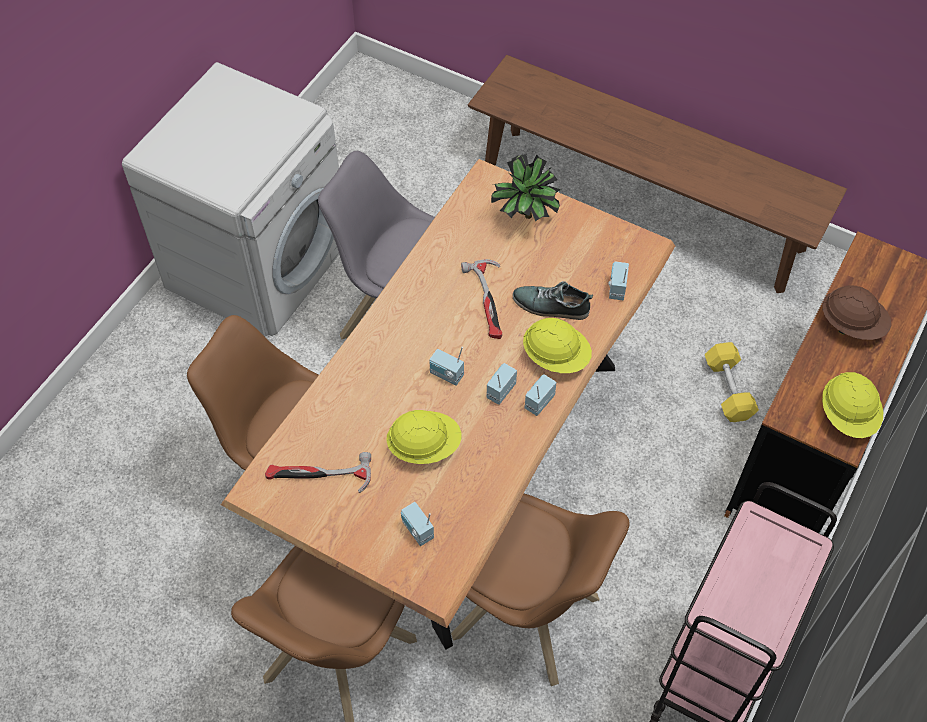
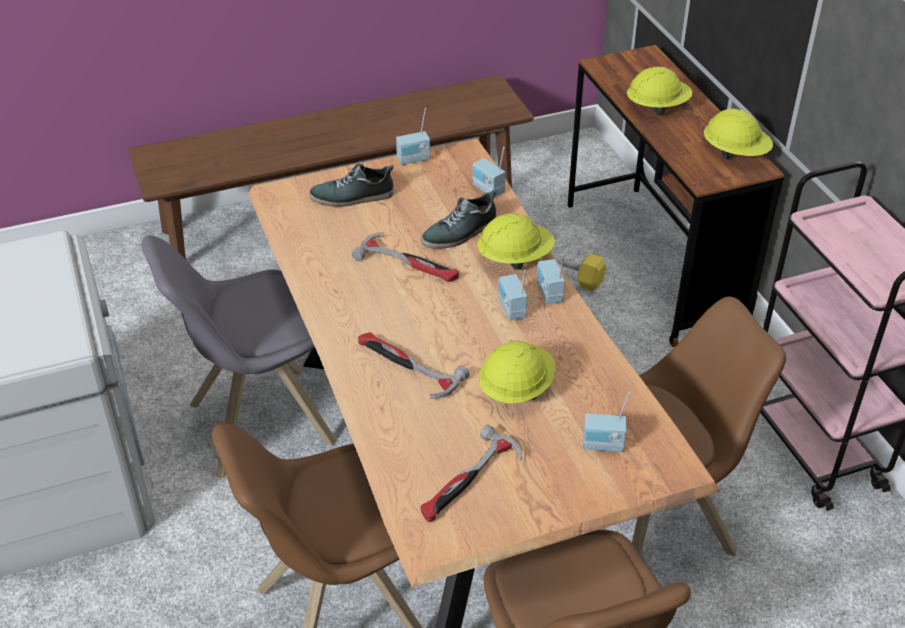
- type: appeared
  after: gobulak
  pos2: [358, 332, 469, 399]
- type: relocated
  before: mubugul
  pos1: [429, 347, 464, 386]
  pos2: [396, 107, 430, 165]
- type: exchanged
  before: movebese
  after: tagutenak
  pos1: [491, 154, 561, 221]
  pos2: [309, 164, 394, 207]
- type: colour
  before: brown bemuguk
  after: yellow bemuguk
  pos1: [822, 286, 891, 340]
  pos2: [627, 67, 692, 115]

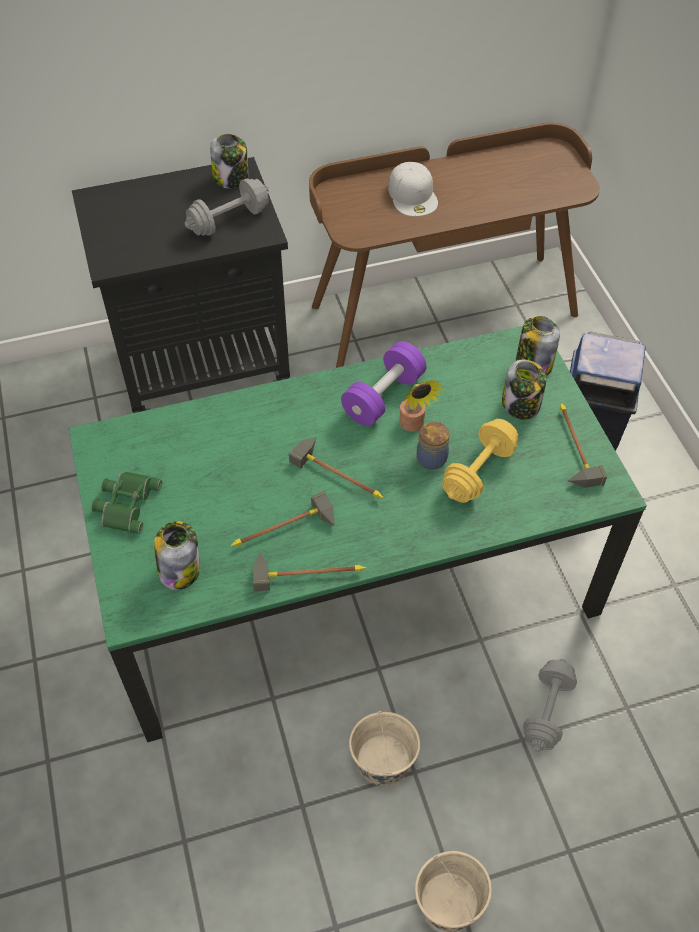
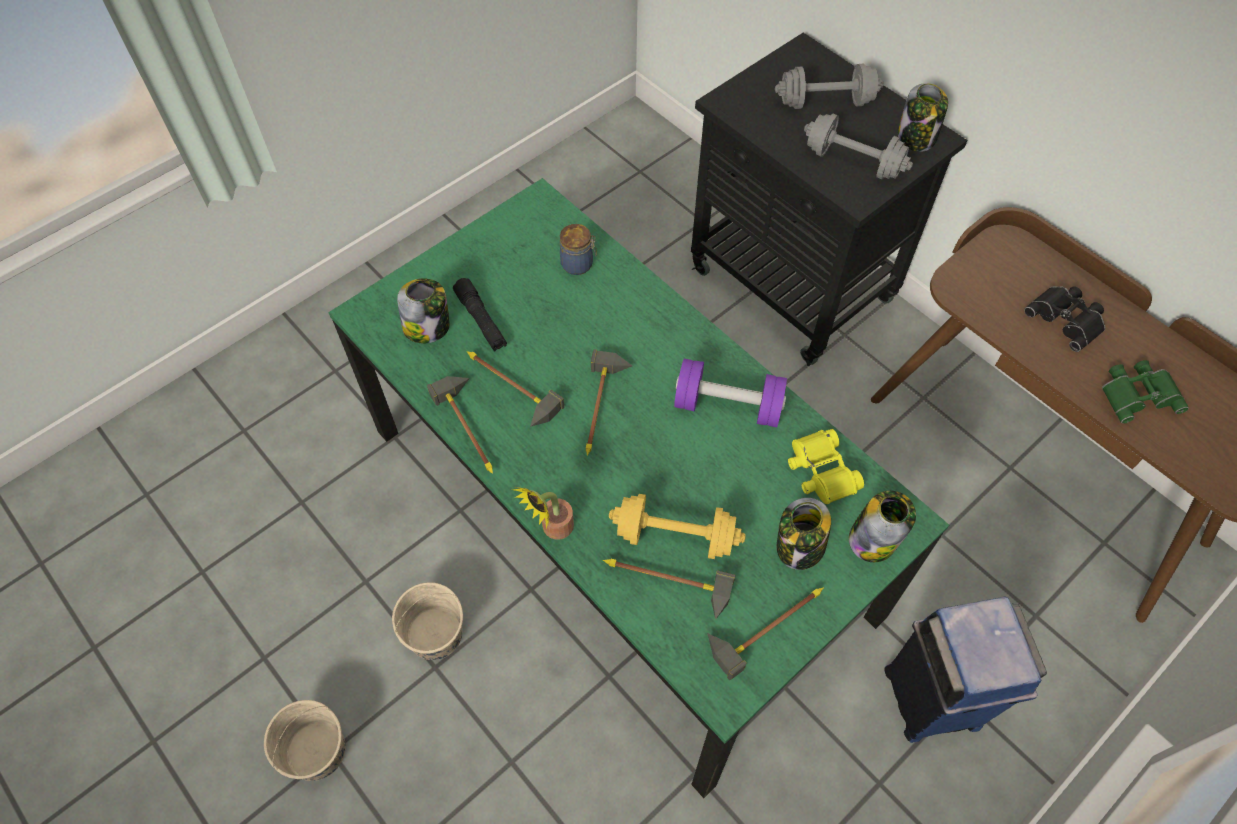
- type: appeared
  after: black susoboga
  pos2: [453, 278, 507, 351]
- type: appeared
  after: gobulak
  pos2: [603, 559, 736, 620]
- type: appeared
  after: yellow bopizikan
  pos2: [788, 429, 864, 504]
- type: relocated
  before: green bopizikan
  pos1: [92, 471, 162, 534]
  pos2: [1102, 360, 1189, 424]
- type: relocated
  before: movebese
  pos1: [399, 380, 445, 432]
  pos2: [513, 486, 574, 540]
- type: relocated
  before: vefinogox
  pos1: [417, 421, 449, 469]
  pos2: [560, 224, 597, 275]
- type: relocated
  before: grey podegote
  pos1: [523, 659, 577, 752]
  pos2: [775, 63, 884, 109]
- type: exchanged
  before: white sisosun
  after: black bopizikan
  pos1: [388, 162, 438, 217]
  pos2: [1024, 286, 1105, 352]

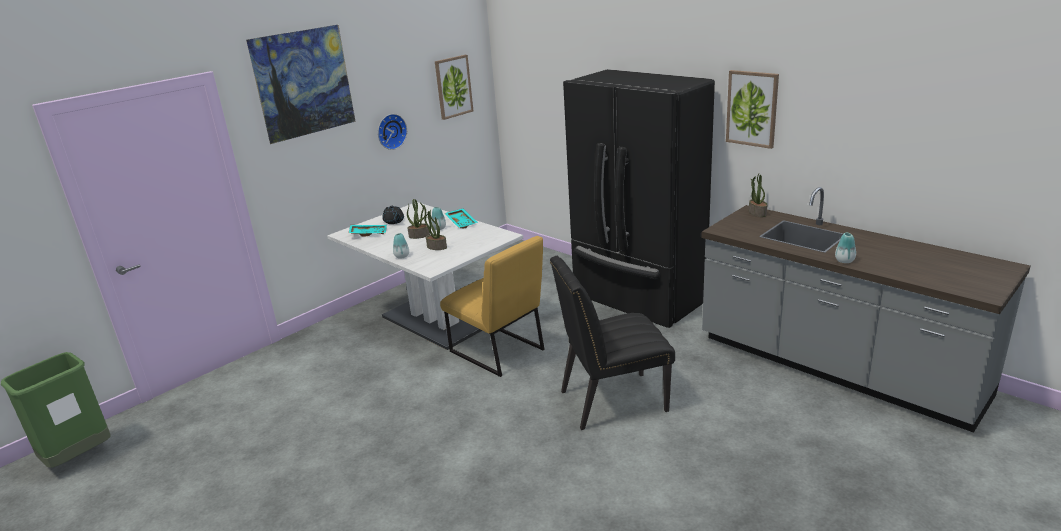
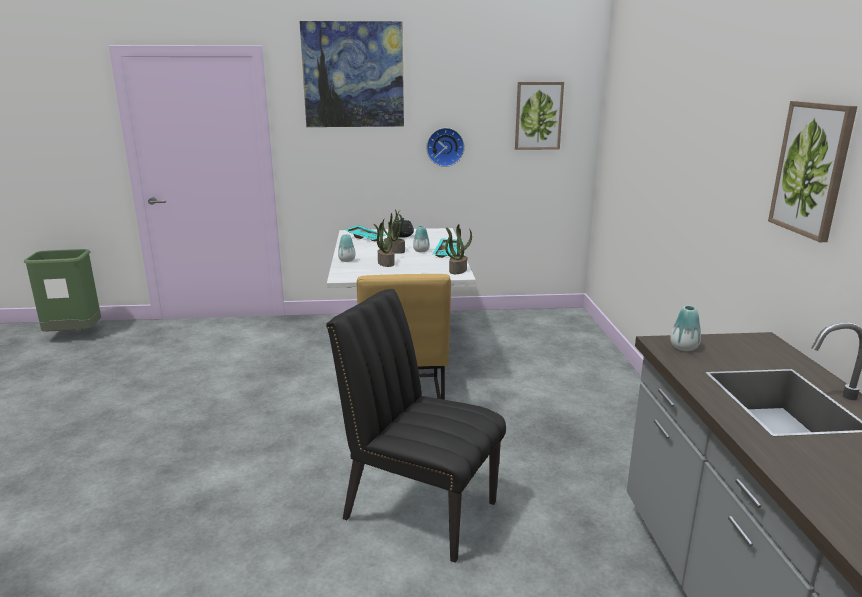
- type: missing
  before: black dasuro
  pos1: [563, 69, 715, 328]
- type: relocated
  before: movebese
  pos1: [749, 174, 767, 217]
  pos2: [445, 224, 472, 274]
- type: relocated
  before: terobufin
  pos1: [835, 233, 856, 263]
  pos2: [670, 305, 701, 351]

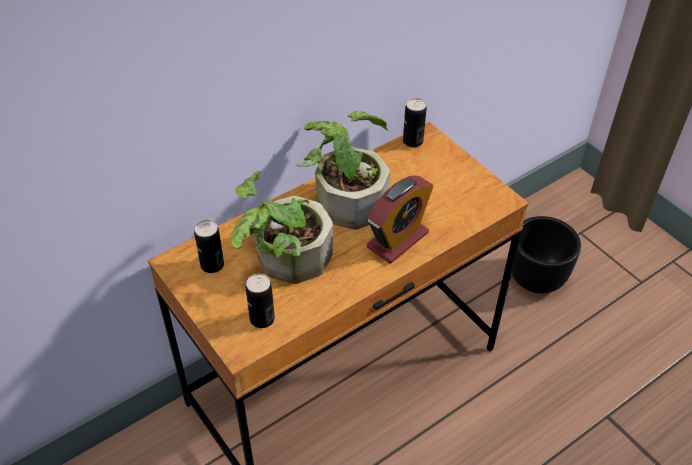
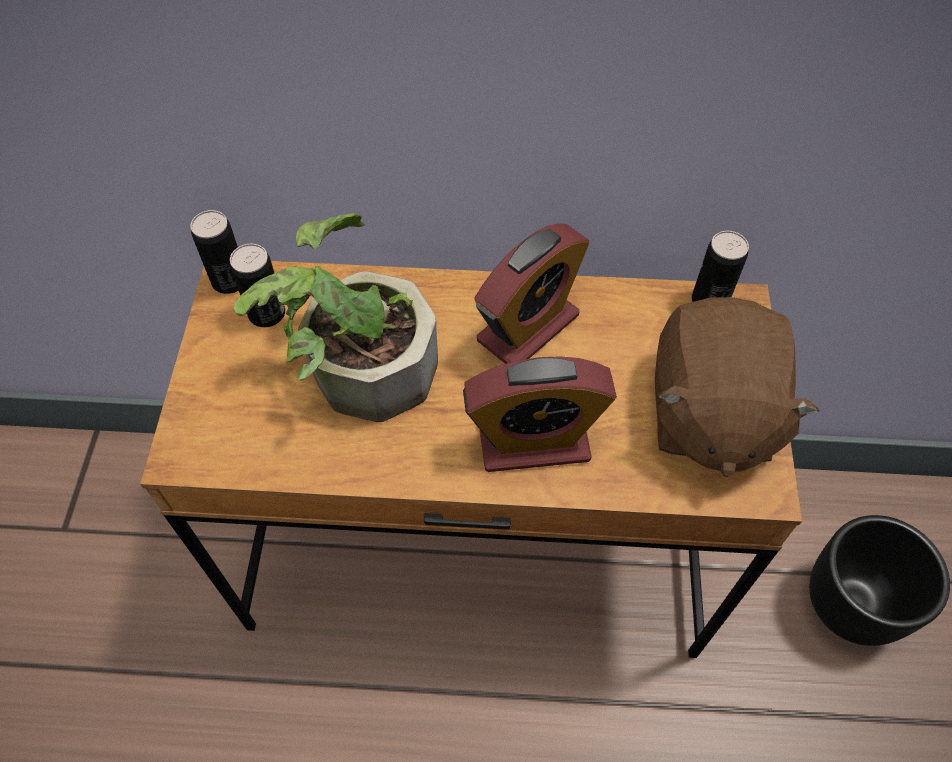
- type: appeared
  after: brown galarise
  pos2: [655, 297, 819, 477]
- type: relocated
  before: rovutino
  pos1: [246, 274, 275, 328]
  pos2: [190, 210, 238, 294]
- type: exchanged
  before: movebese
  after: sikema
  pos1: [296, 111, 390, 229]
  pos2: [474, 223, 590, 364]

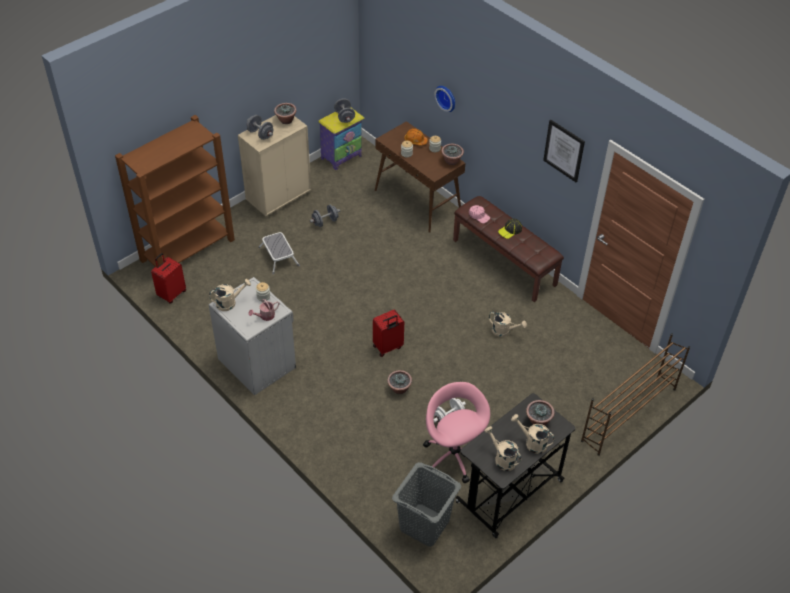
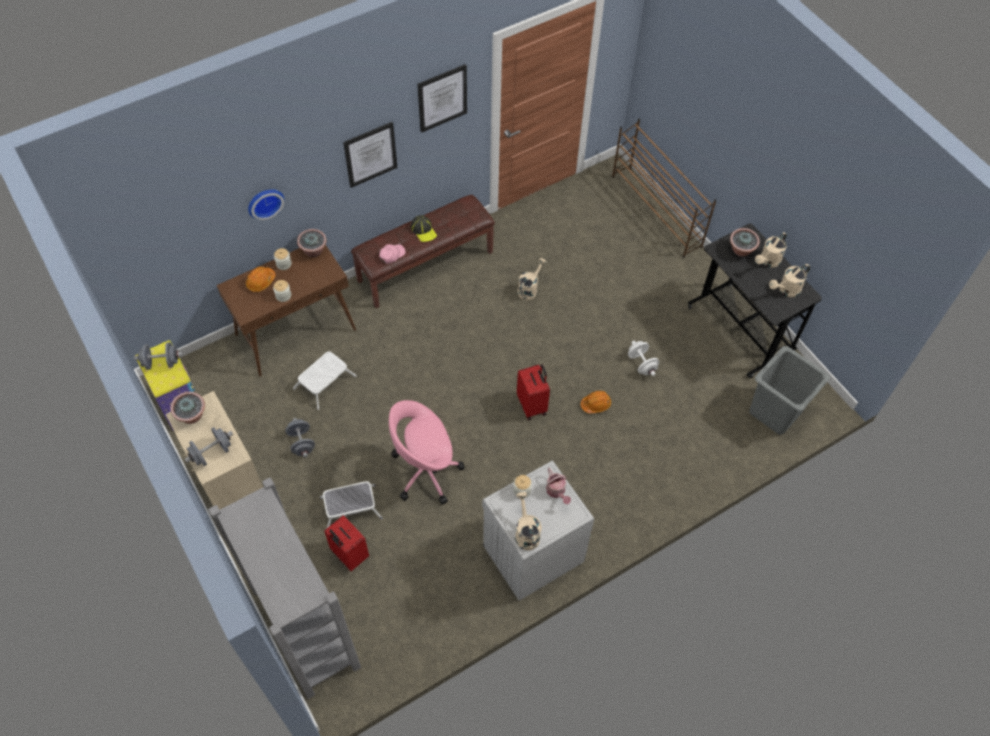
- type: appeared
  after: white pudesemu
  pos2: [293, 351, 356, 410]
- type: appeared
  after: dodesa
  pos2: [343, 122, 397, 188]
- type: relocated
  before: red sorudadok
  pos1: [151, 253, 186, 303]
  pos2: [324, 515, 369, 571]
- type: relocated
  before: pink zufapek
  pos1: [423, 382, 490, 483]
  pos2: [389, 400, 465, 504]
- type: exchanged
  before: movebese
  after: orange bemuguk
  pos1: [387, 370, 412, 394]
  pos2: [581, 391, 611, 413]
- type: colour
  before: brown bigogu
  after: grey bigogu
  pos1: [115, 115, 235, 267]
  pos2: [209, 477, 361, 699]

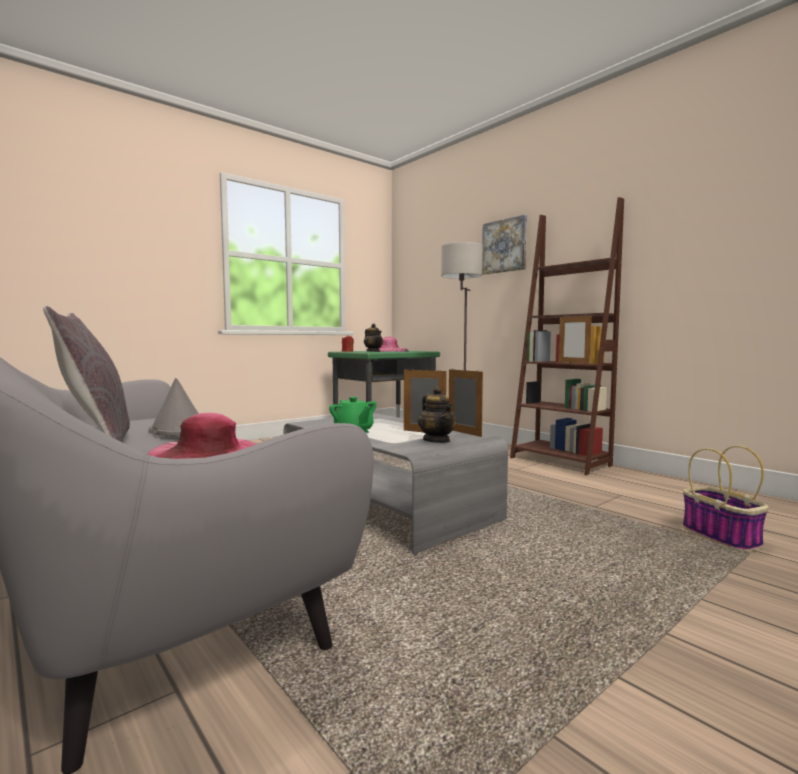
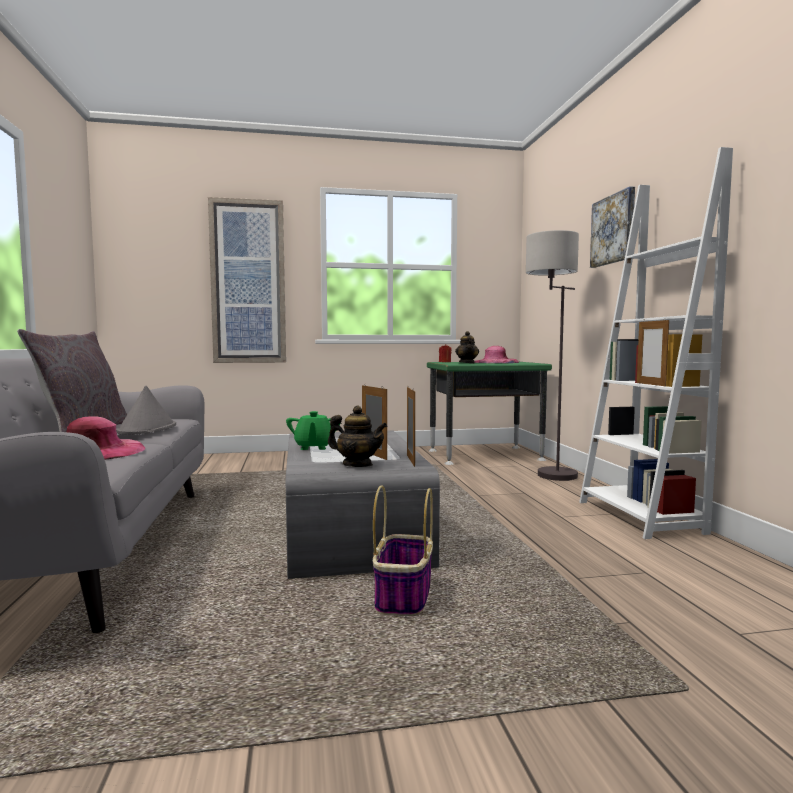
- type: appeared
  after: dodesa
  pos2: [208, 197, 286, 363]
- type: relocated
  before: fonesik
  pos1: [683, 445, 769, 552]
  pos2: [373, 486, 433, 616]
- type: colour
  before: brown bigogu
  after: white bigogu
  pos1: [510, 197, 624, 475]
  pos2: [579, 147, 733, 539]
- type: spun
  before: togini
  pos1: [418, 386, 456, 443]
  pos2: [328, 406, 387, 467]
  turn: -75

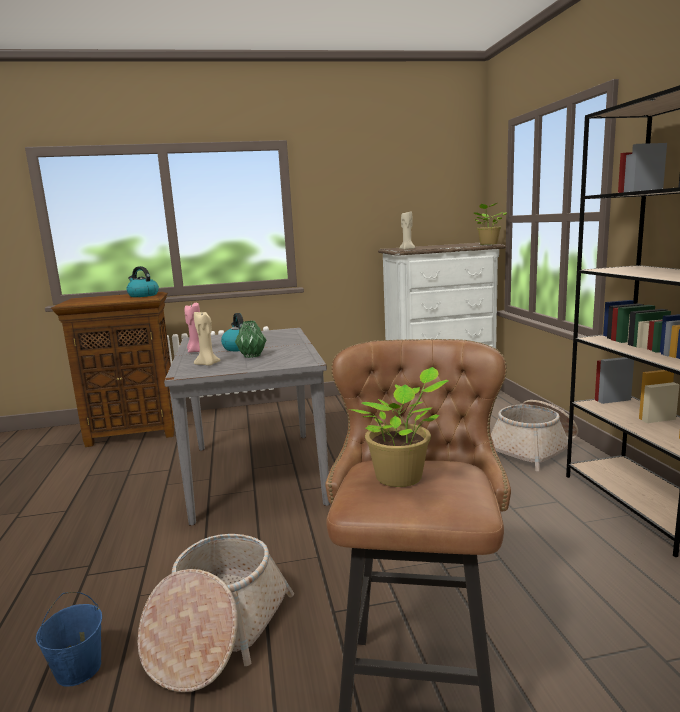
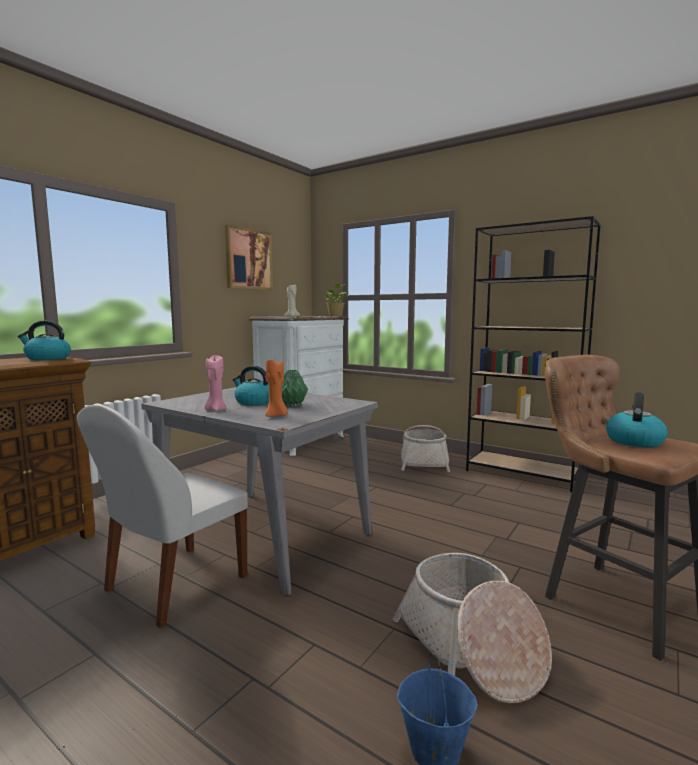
- type: appeared
  after: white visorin
  pos2: [77, 405, 248, 628]
- type: appeared
  after: dodesa
  pos2: [225, 225, 273, 290]
- type: exchanged
  before: movebese
  after: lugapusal
  pos1: [348, 367, 448, 487]
  pos2: [606, 392, 668, 448]
- type: colour
  before: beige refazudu
  after: orange refazudu
  pos1: [194, 312, 221, 366]
  pos2: [266, 359, 288, 417]

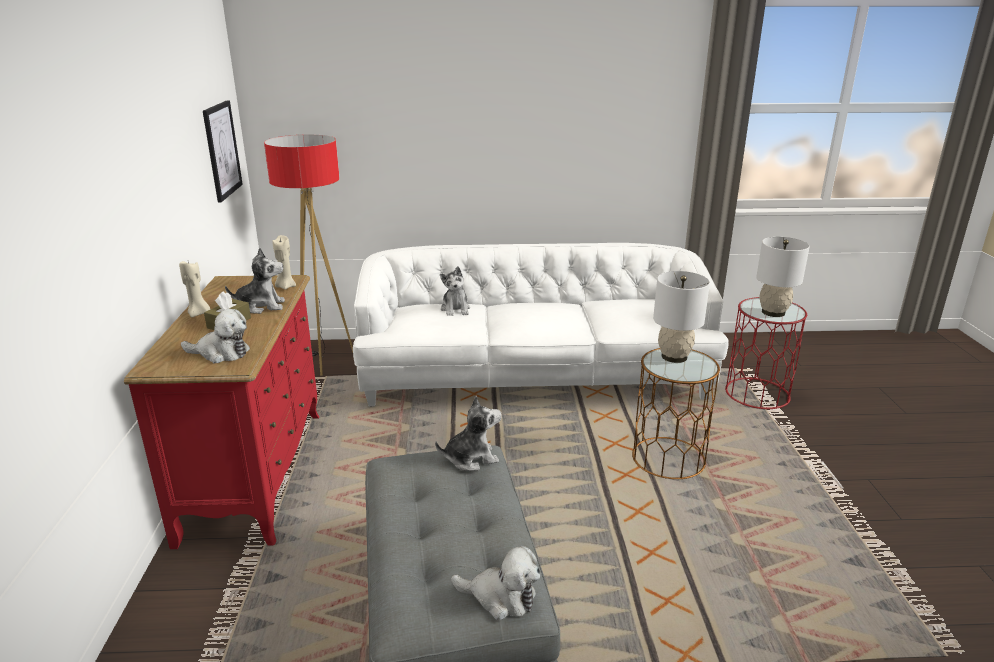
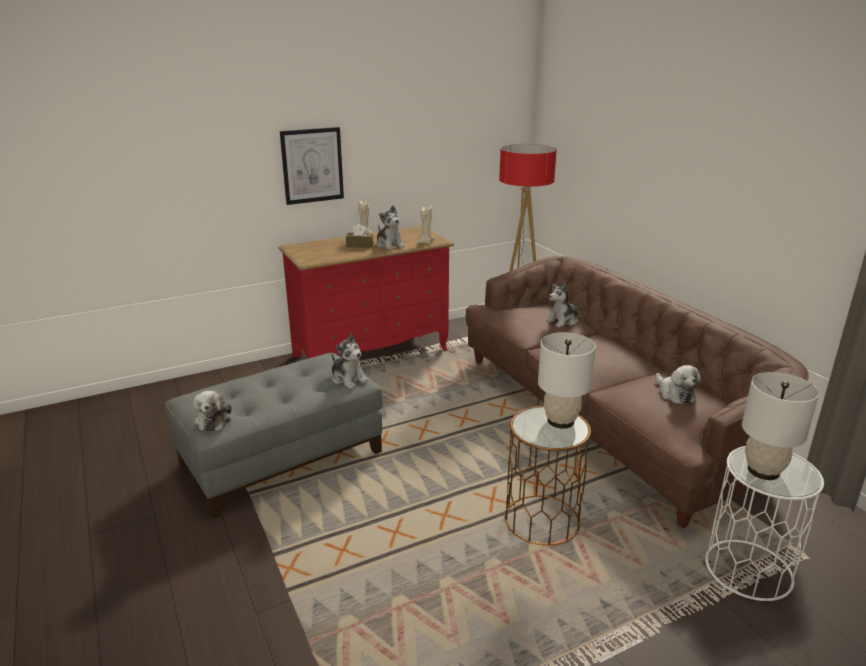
- type: relocated
  before: galarise
  pos1: [181, 309, 250, 363]
  pos2: [656, 365, 701, 404]
- type: relocated
  before: dodesa
  pos1: [203, 100, 243, 202]
  pos2: [280, 127, 344, 205]
- type: colour
  before: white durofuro
  after: brown durofuro
  pos1: [353, 243, 729, 406]
  pos2: [466, 256, 809, 528]
- type: colour
  before: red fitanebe
  after: white fitanebe
  pos1: [725, 297, 807, 410]
  pos2: [705, 446, 824, 601]

